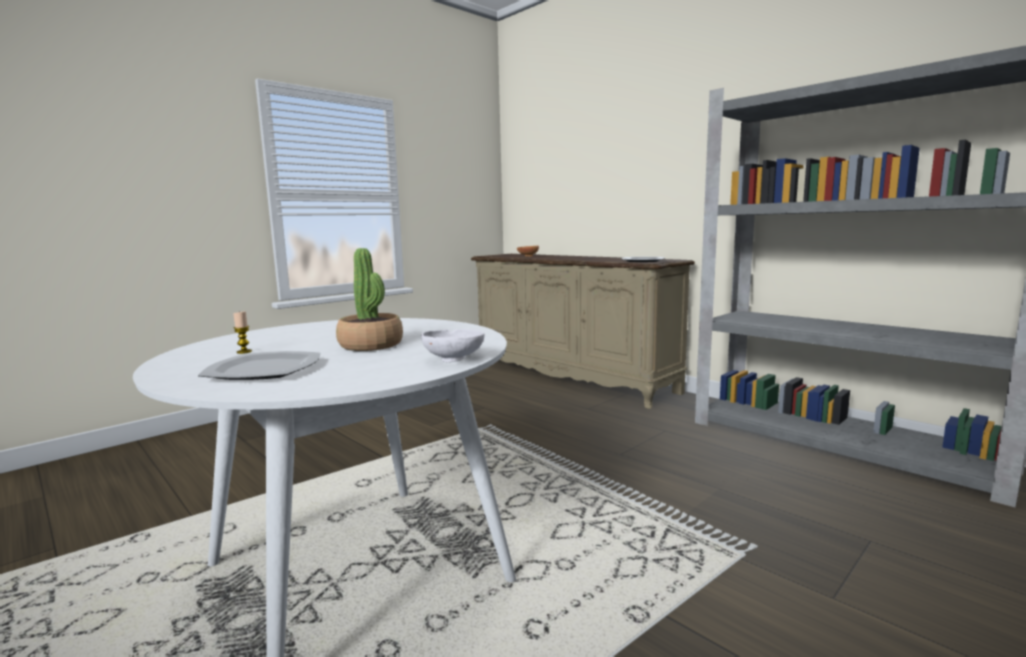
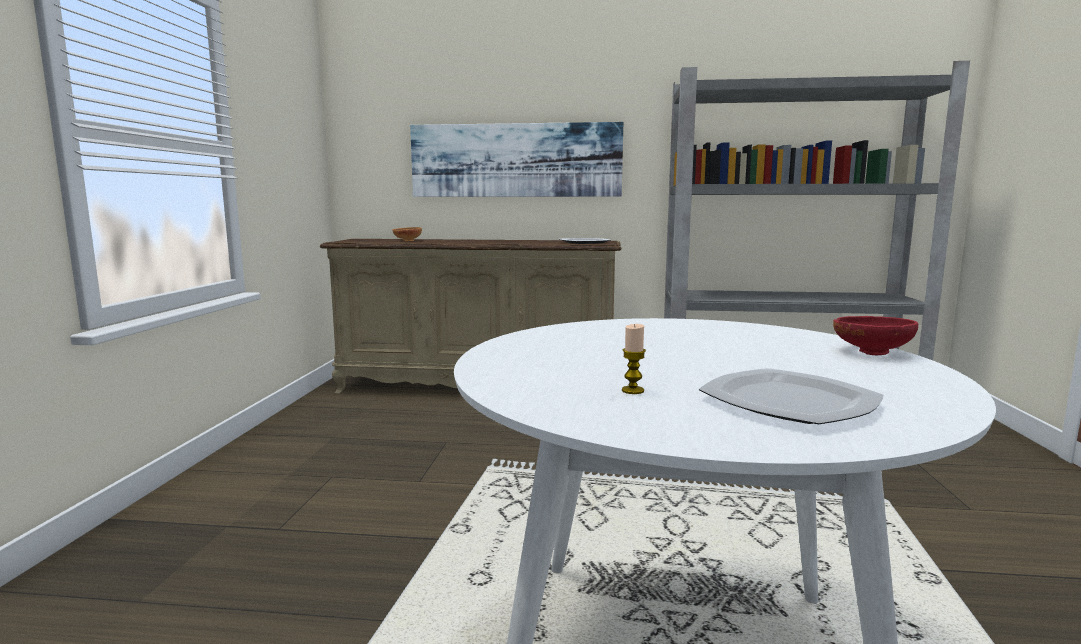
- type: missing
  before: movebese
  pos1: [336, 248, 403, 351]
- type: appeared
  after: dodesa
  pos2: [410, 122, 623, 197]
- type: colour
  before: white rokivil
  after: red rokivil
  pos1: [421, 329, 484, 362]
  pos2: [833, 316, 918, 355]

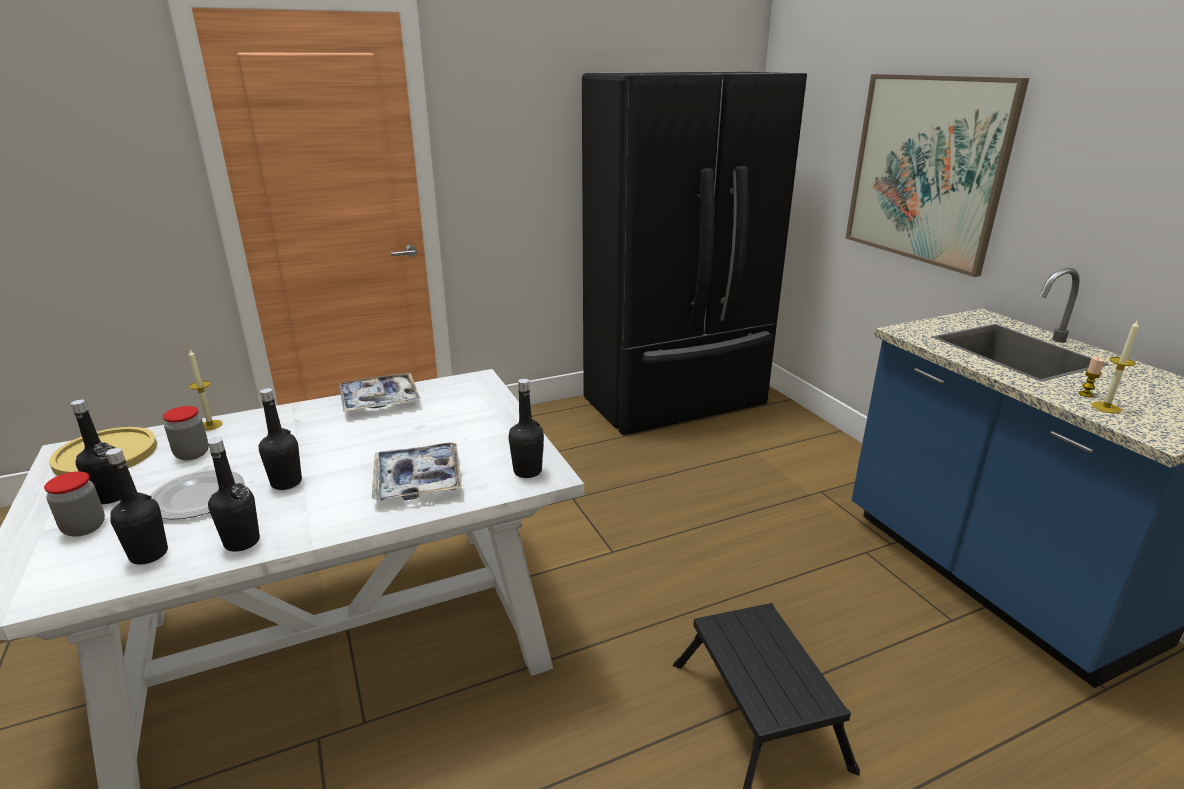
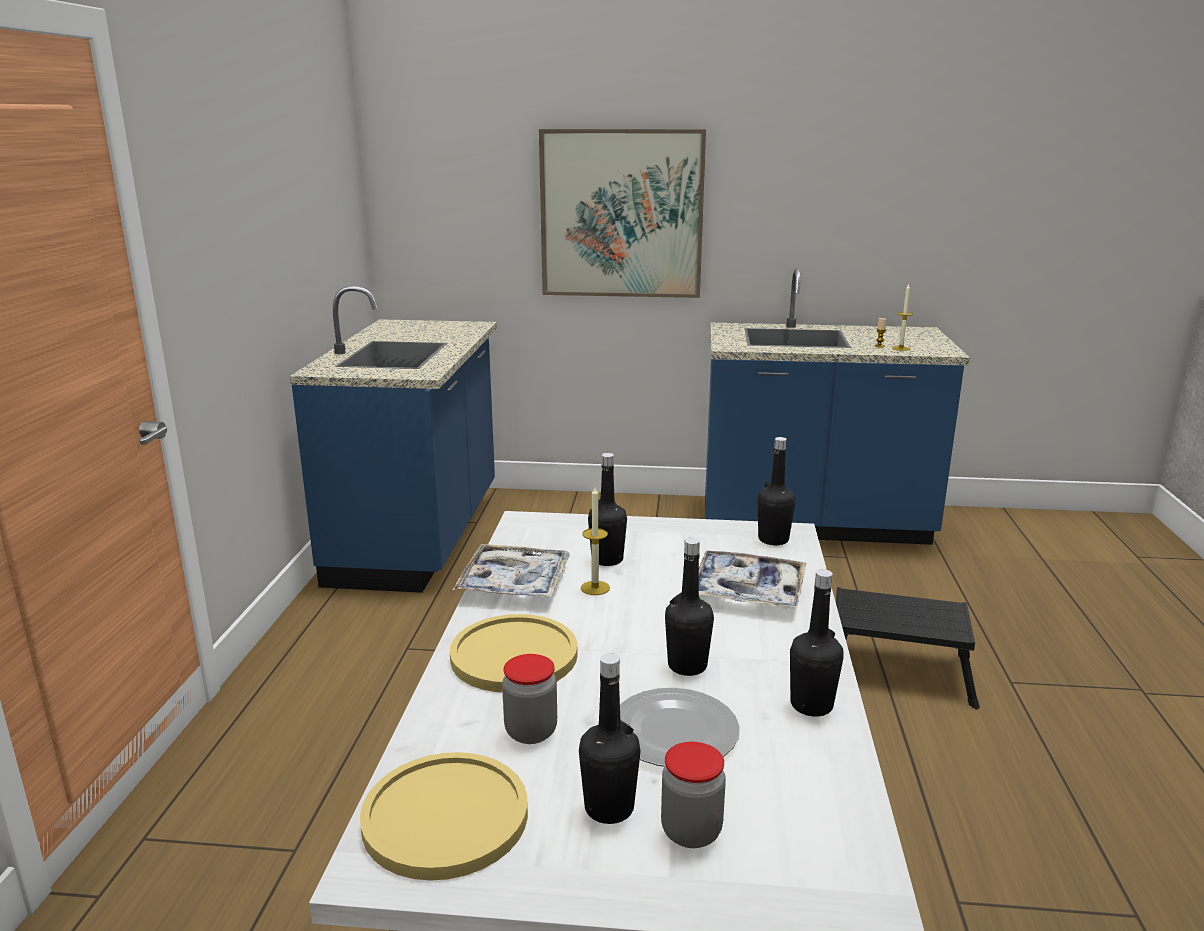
- type: appeared
  after: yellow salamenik
  pos2: [450, 614, 578, 692]
- type: relocated
  before: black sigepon
  pos1: [106, 448, 168, 565]
  pos2: [588, 453, 627, 566]
- type: relocated
  before: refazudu
  pos1: [189, 350, 223, 431]
  pos2: [581, 487, 610, 595]
- type: exchanged
  before: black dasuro
  after: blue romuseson
  pos1: [582, 72, 807, 435]
  pos2: [289, 286, 497, 593]

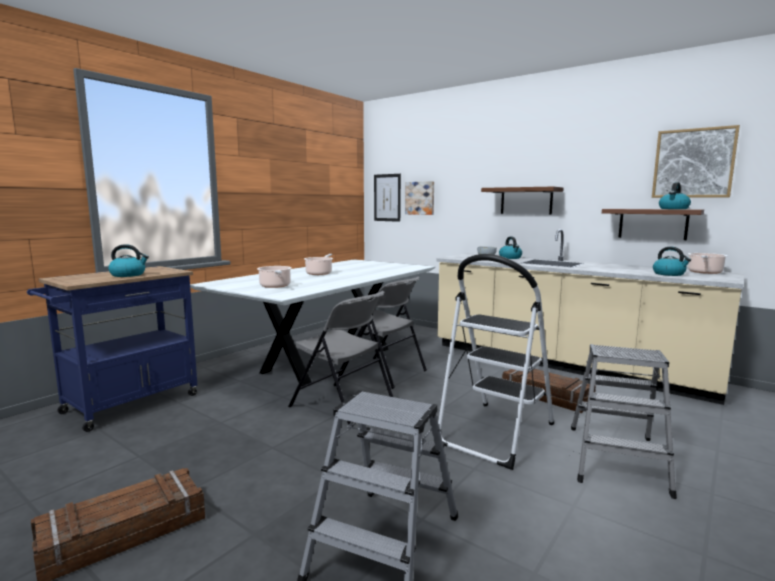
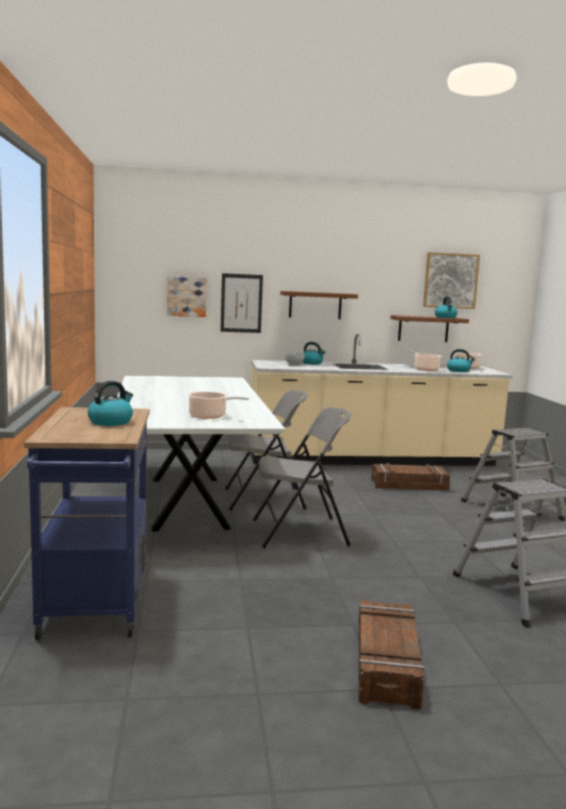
- type: missing
  before: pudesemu
  pos1: [438, 254, 554, 470]
- type: relocated
  before: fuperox
  pos1: [304, 254, 333, 275]
  pos2: [407, 350, 442, 371]
- type: relocated
  before: dodesa
  pos1: [374, 174, 401, 222]
  pos2: [221, 273, 263, 333]

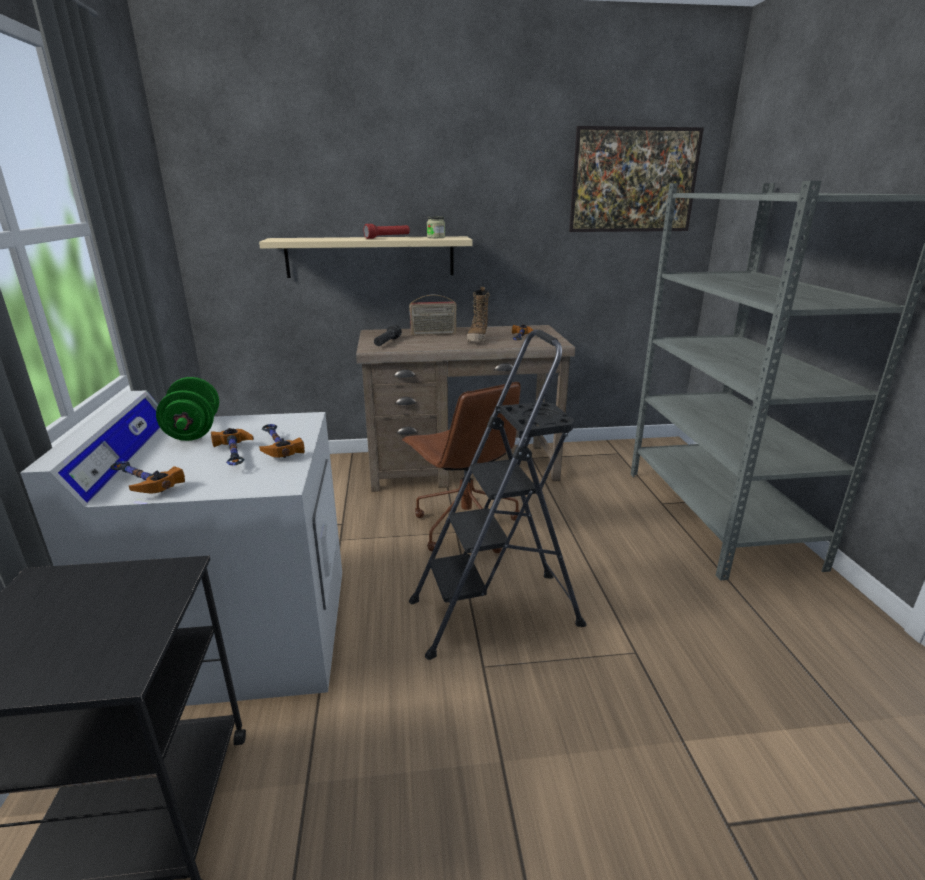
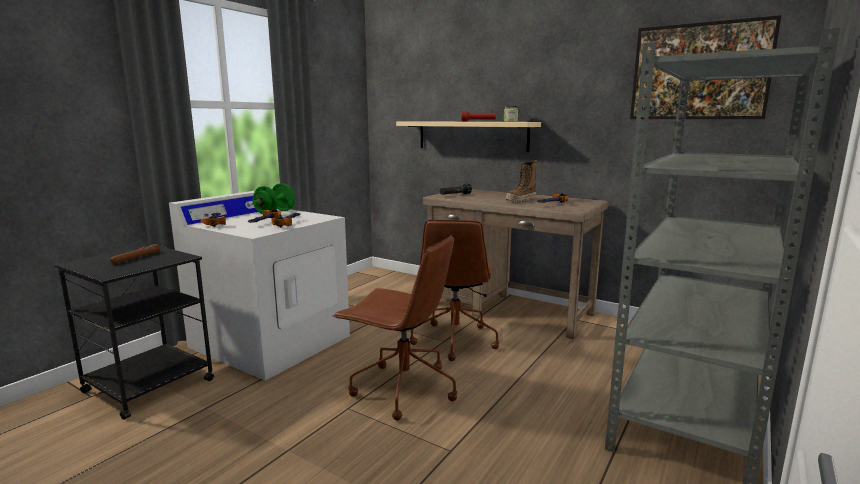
- type: missing
  before: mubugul
  pos1: [409, 295, 457, 336]
- type: appeared
  after: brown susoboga
  pos2: [110, 244, 160, 264]
- type: exchanged
  before: pudesemu
  after: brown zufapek
  pos1: [409, 330, 587, 660]
  pos2: [333, 235, 458, 421]

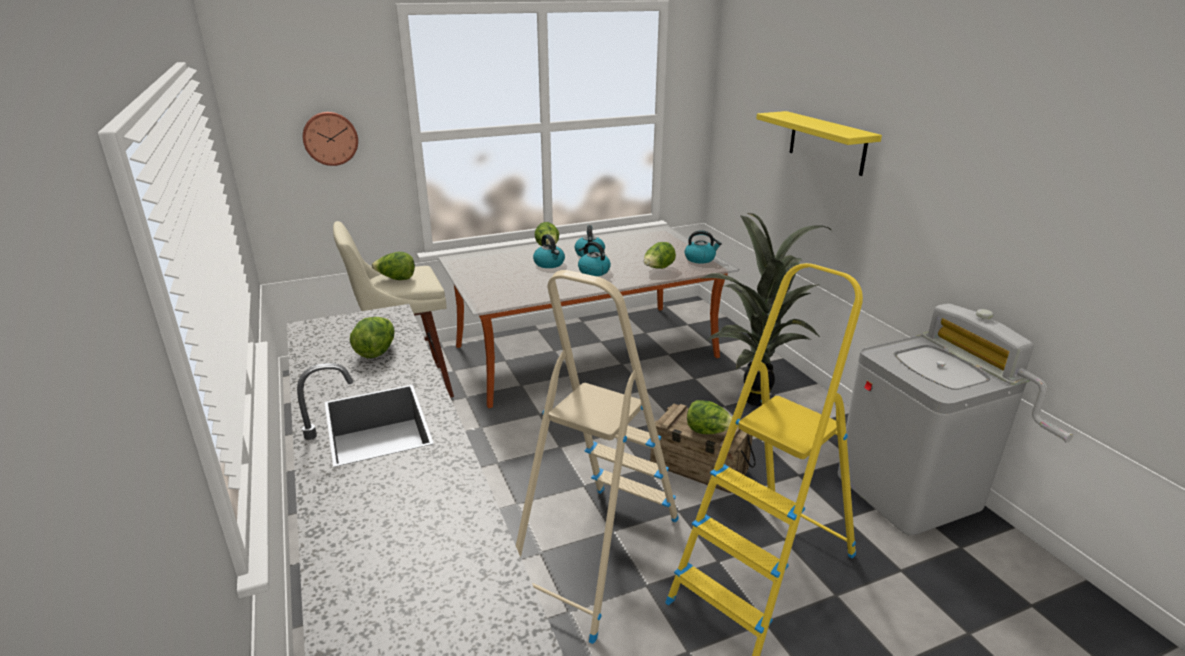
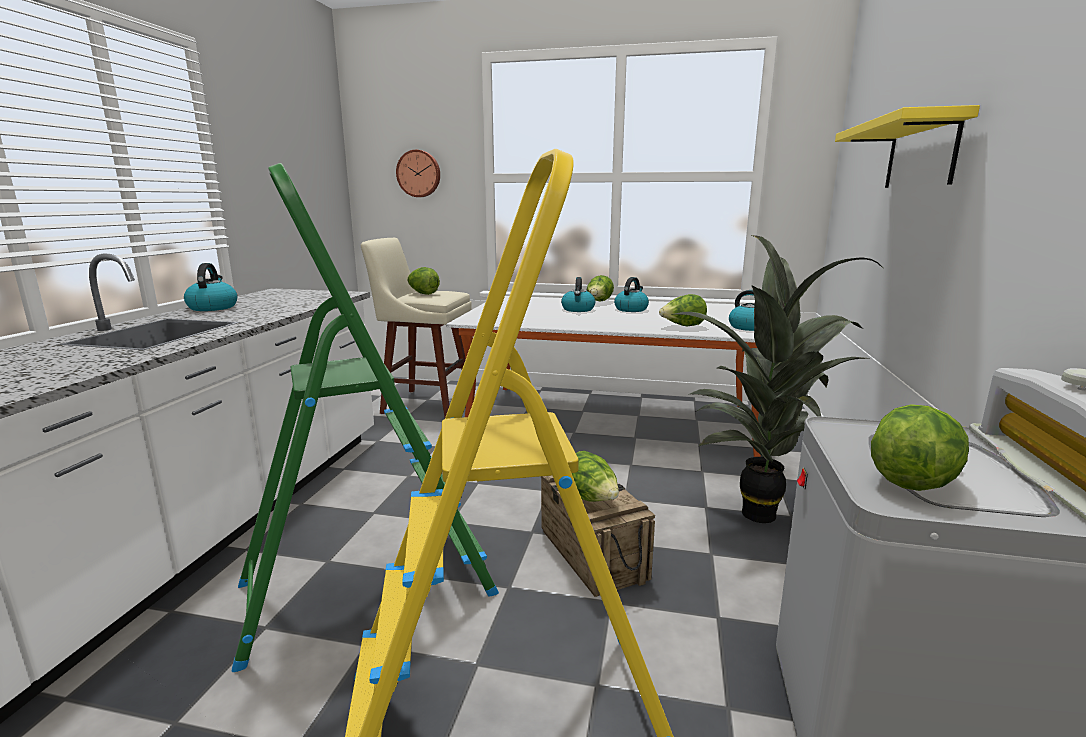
- type: relocated
  before: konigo
  pos1: [350, 317, 394, 358]
  pos2: [871, 404, 969, 491]
- type: relocated
  before: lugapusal
  pos1: [578, 242, 611, 276]
  pos2: [184, 263, 237, 311]
- type: colour
  before: beige pudesemu
  after: green pudesemu
  pos1: [516, 270, 679, 644]
  pos2: [232, 163, 499, 672]

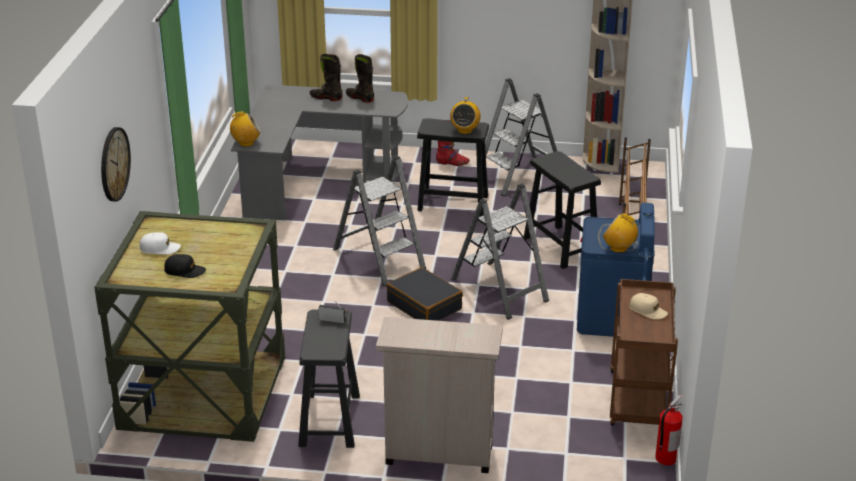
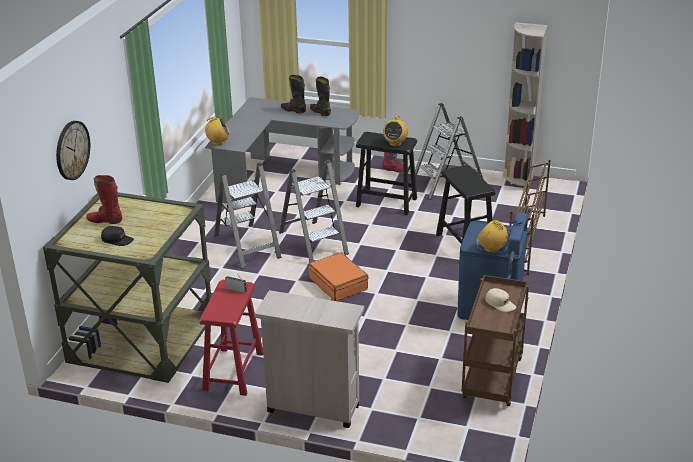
- type: missing
  before: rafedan
  pos1: [655, 395, 683, 465]
- type: relocated
  before: grey pudesemu
  pos1: [451, 184, 550, 320]
  pos2: [214, 163, 282, 269]
- type: exchanged
  before: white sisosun
  after: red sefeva
  pos1: [140, 232, 181, 255]
  pos2: [86, 175, 122, 224]
- type: colour
  before: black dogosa
  after: red dogosa
  pos1: [298, 310, 360, 448]
  pos2: [200, 280, 263, 396]
- type: colour
  before: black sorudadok
  after: orange sorudadok
  pos1: [386, 267, 463, 321]
  pos2: [308, 252, 368, 301]

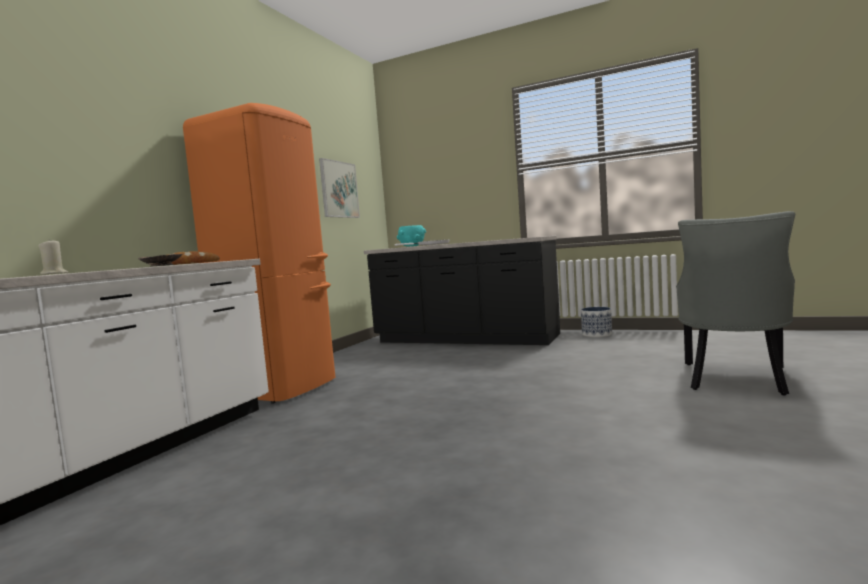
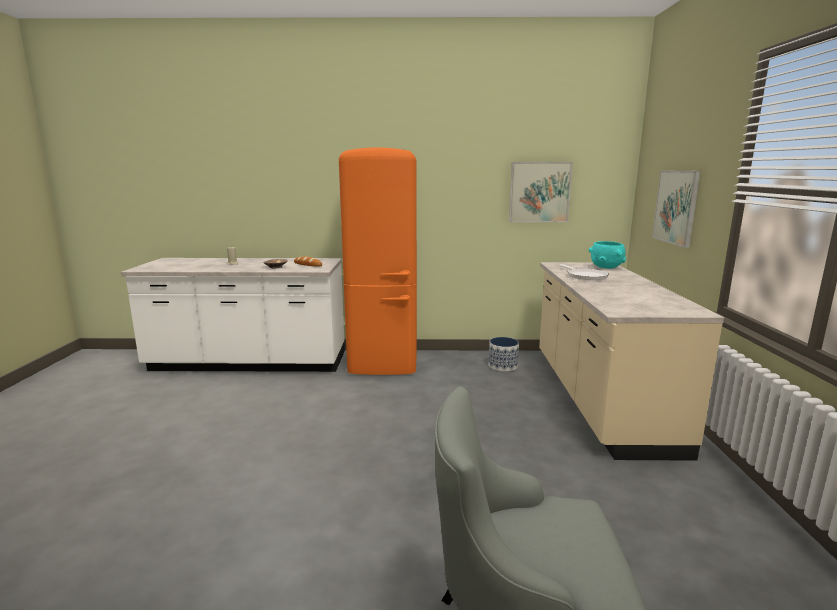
- type: appeared
  after: dodesa
  pos2: [652, 171, 700, 248]
- type: relocated
  before: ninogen
  pos1: [581, 307, 612, 337]
  pos2: [489, 337, 519, 372]
- type: colour
  before: black romuseson
  after: beige romuseson
  pos1: [364, 236, 560, 345]
  pos2: [539, 262, 724, 461]

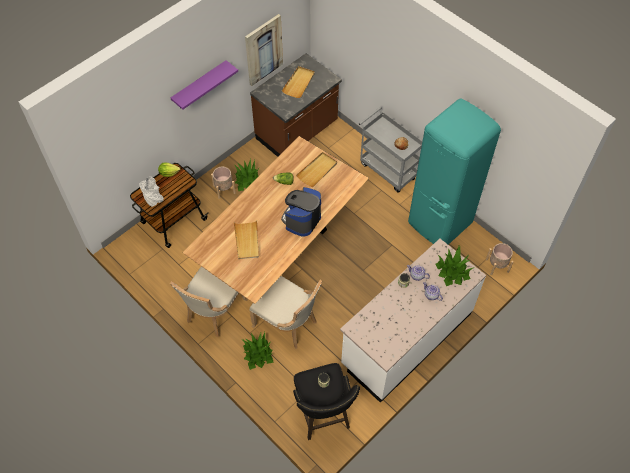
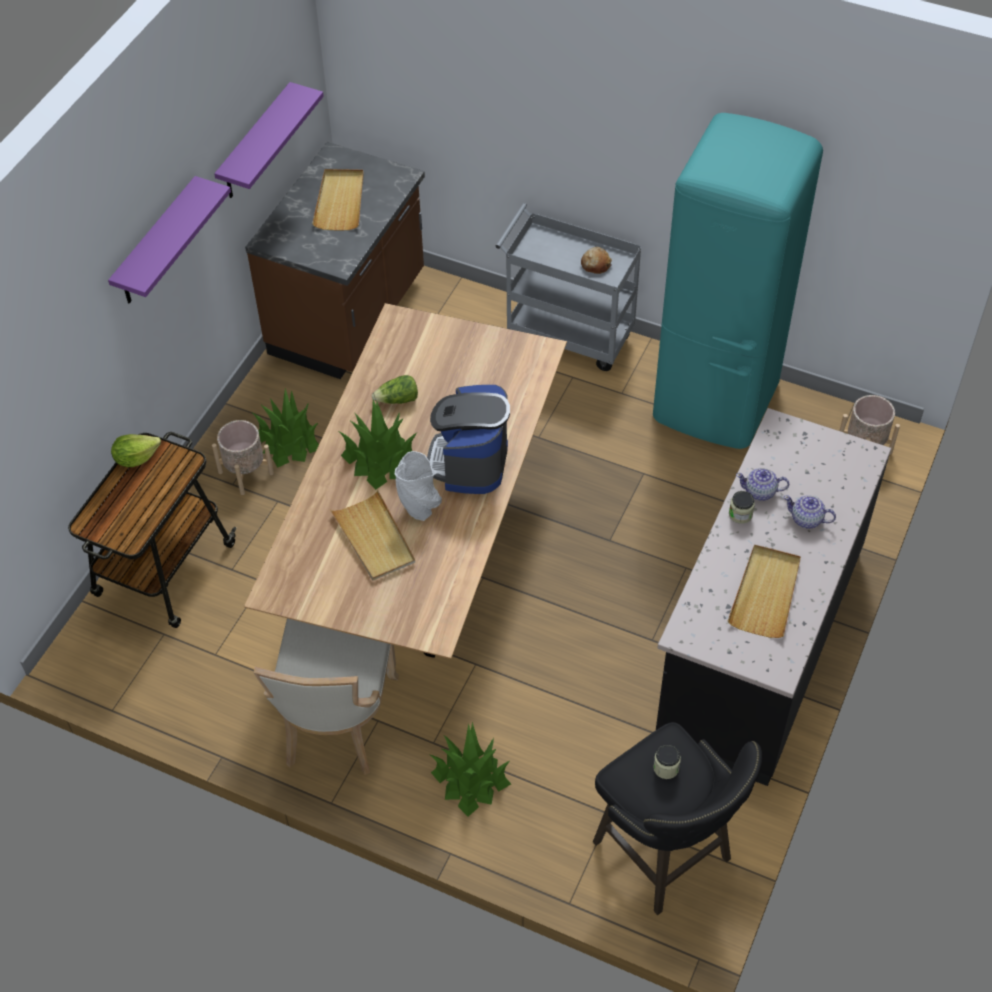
- type: missing
  before: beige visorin
  pos1: [250, 276, 322, 349]
- type: relocated
  before: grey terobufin
  pos1: [139, 177, 164, 207]
  pos2: [395, 451, 442, 521]
- type: relocated
  before: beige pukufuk
  pos1: [296, 152, 337, 187]
  pos2: [728, 545, 801, 638]
- type: relocated
  before: movebese
  pos1: [436, 246, 473, 286]
  pos2: [340, 400, 417, 490]
- type: exchanged
  before: dodesa
  after: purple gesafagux
  pos1: [245, 14, 283, 86]
  pos2: [214, 82, 324, 198]
- type: colour
  before: white romuseson
  after: black romuseson
  pos1: [340, 239, 486, 403]
  pos2: [656, 408, 891, 786]

